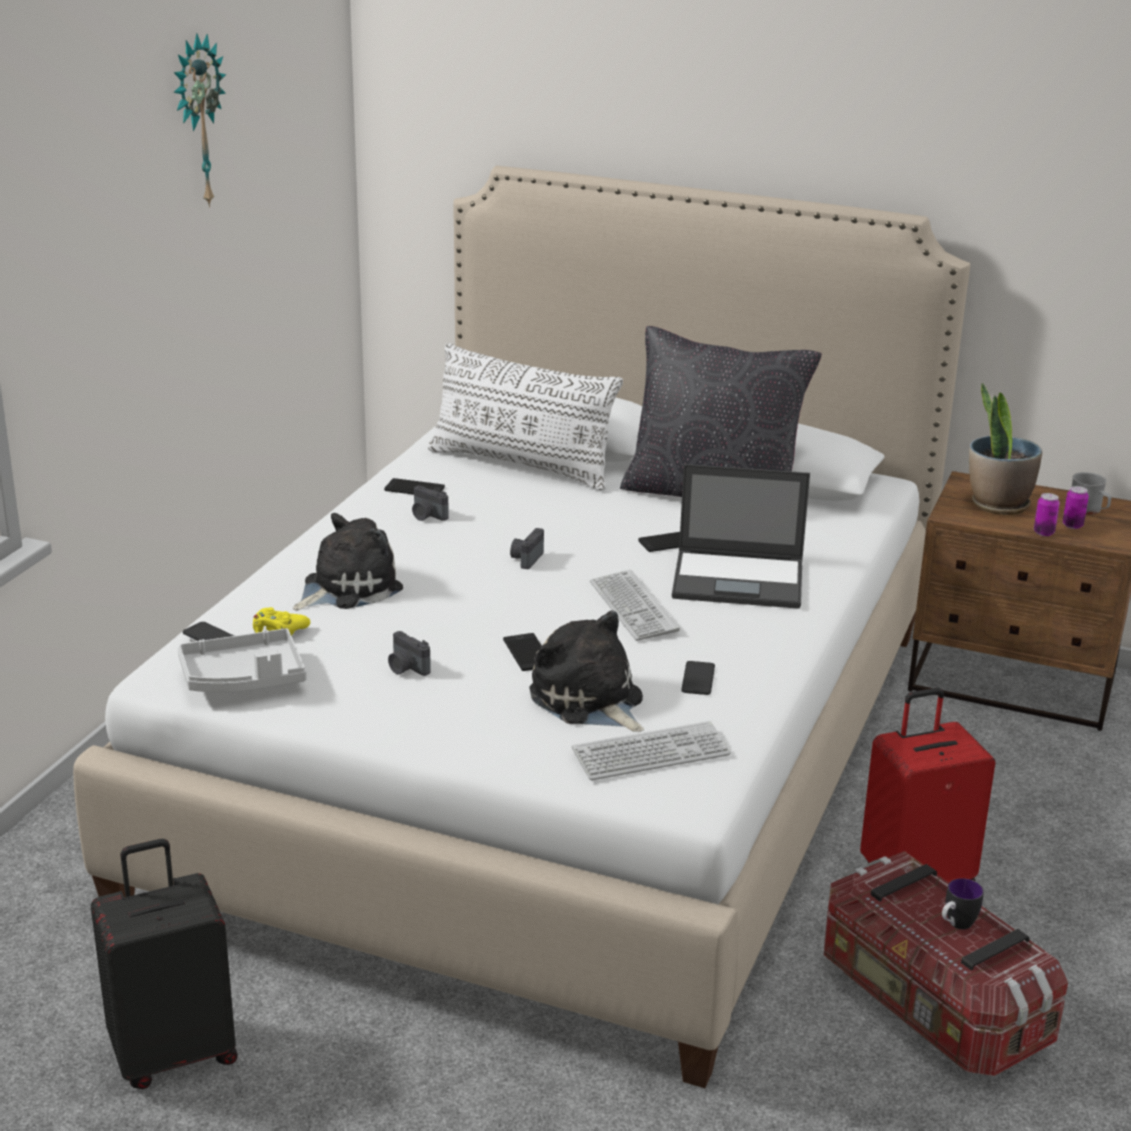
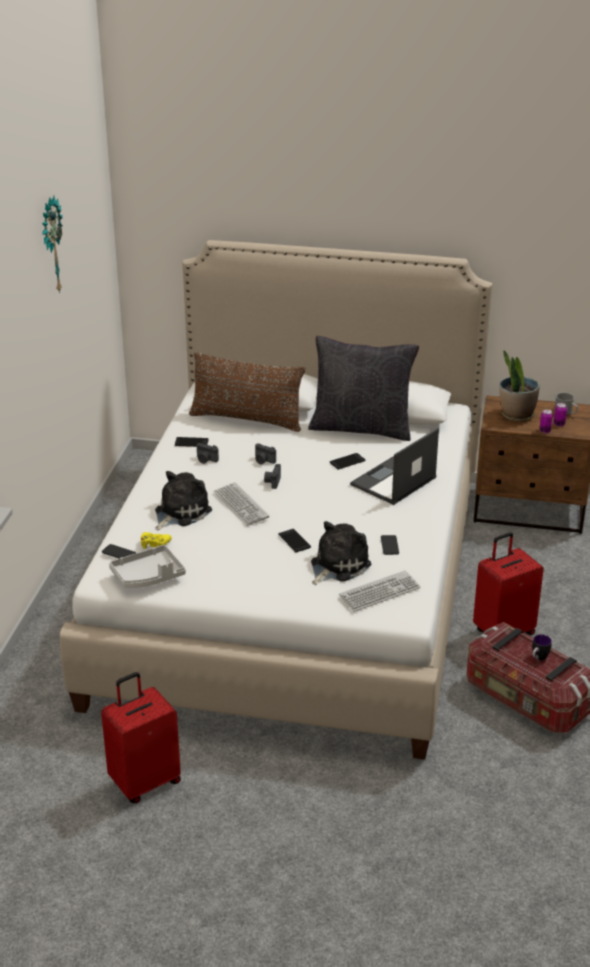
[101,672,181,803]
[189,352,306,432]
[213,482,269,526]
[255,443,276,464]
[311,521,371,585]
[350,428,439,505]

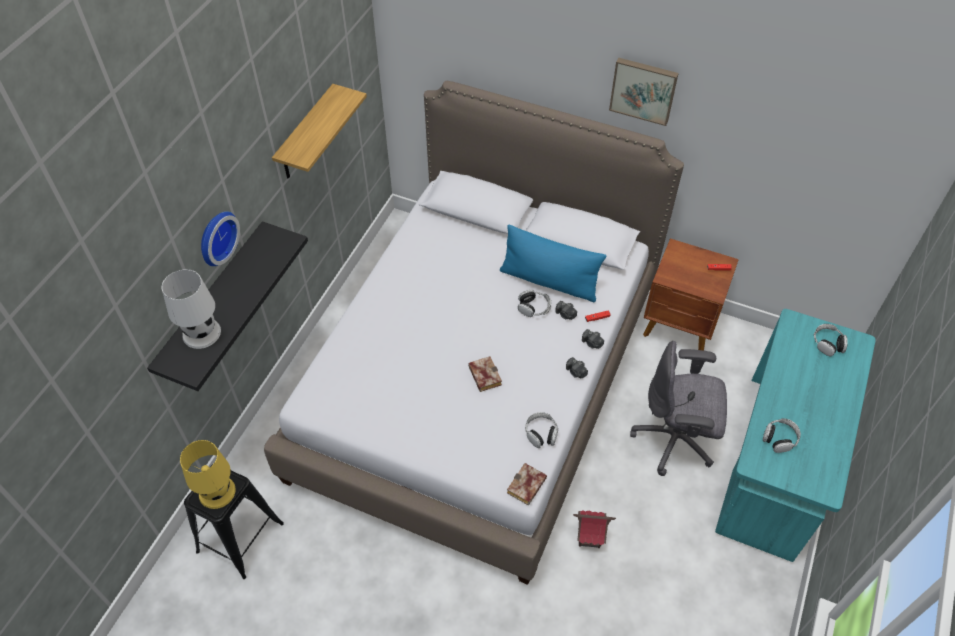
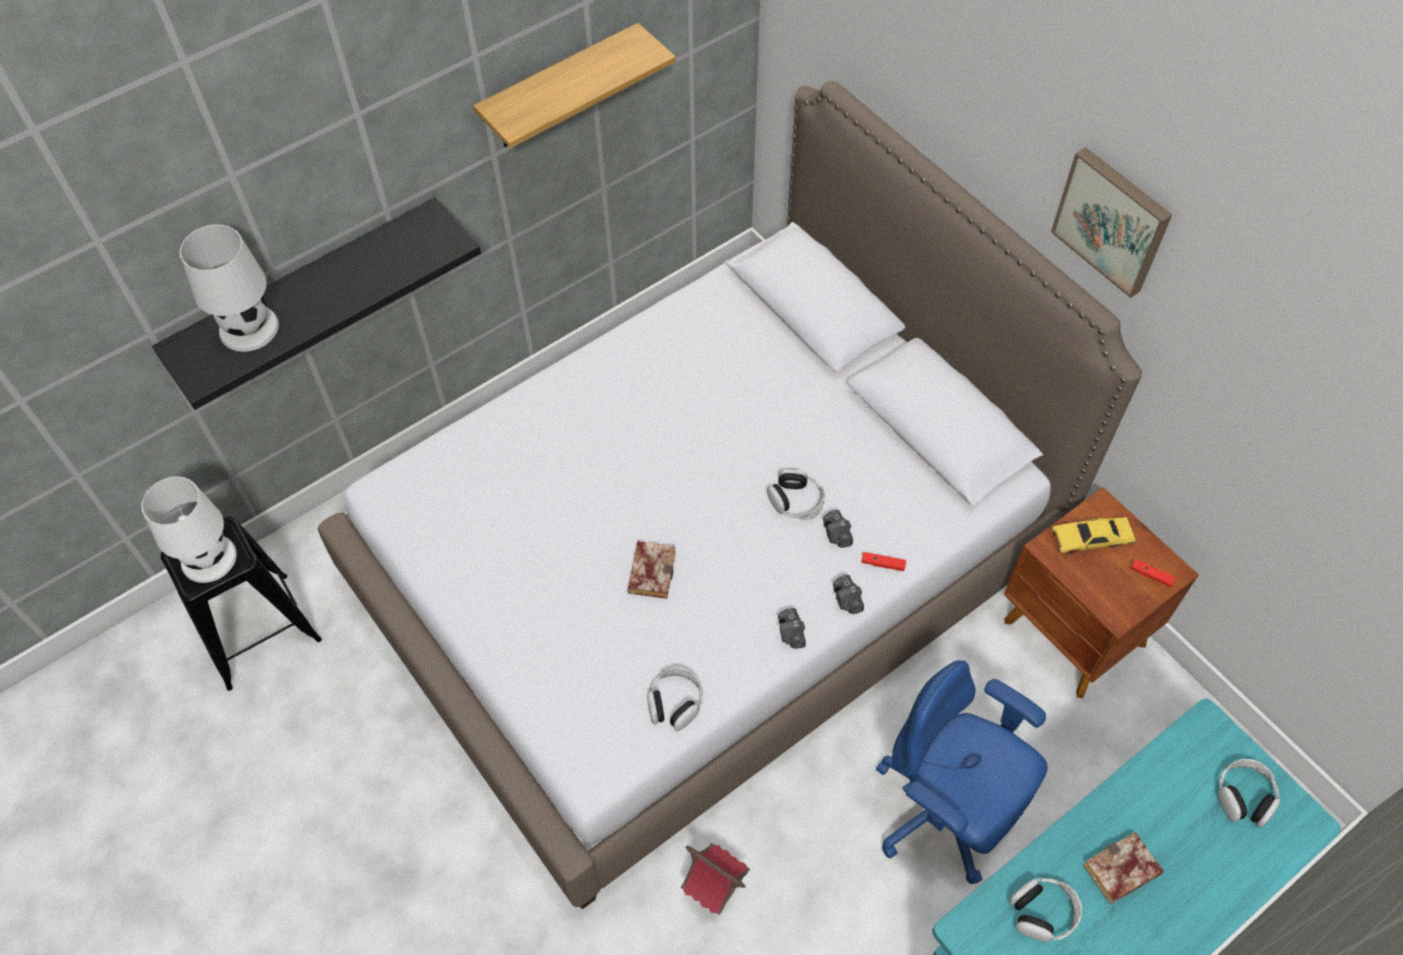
[141,477,237,583]
[876,660,1048,884]
[1052,517,1136,555]
[1083,832,1164,904]
[201,211,240,266] (first image)
[500,225,606,303] (first image)

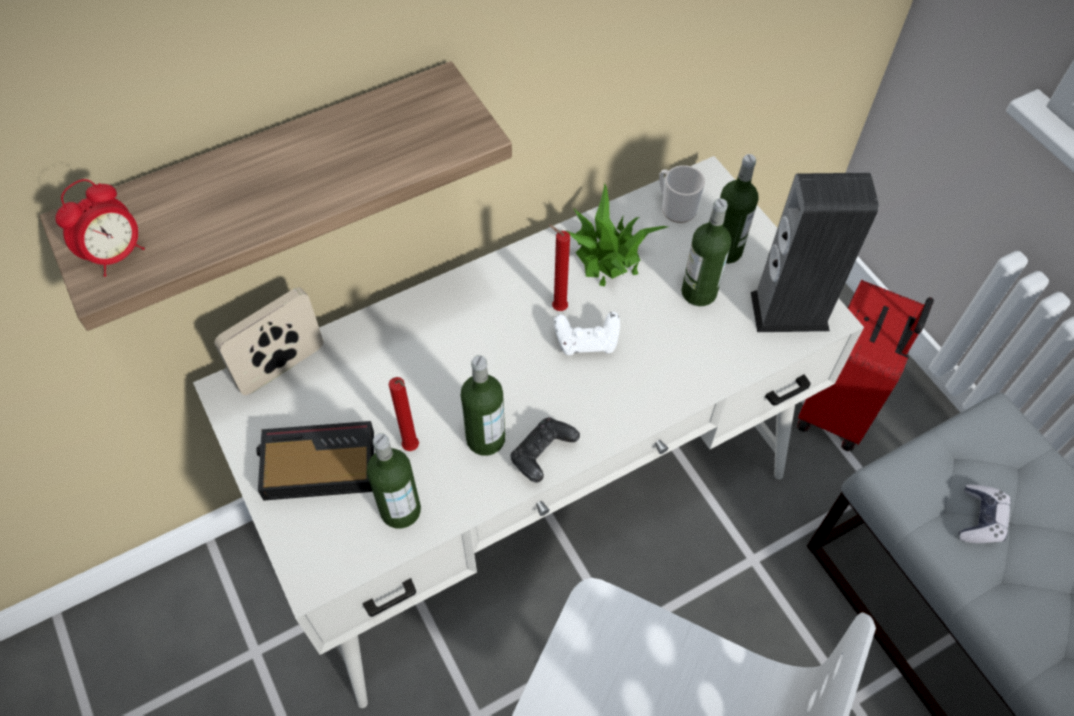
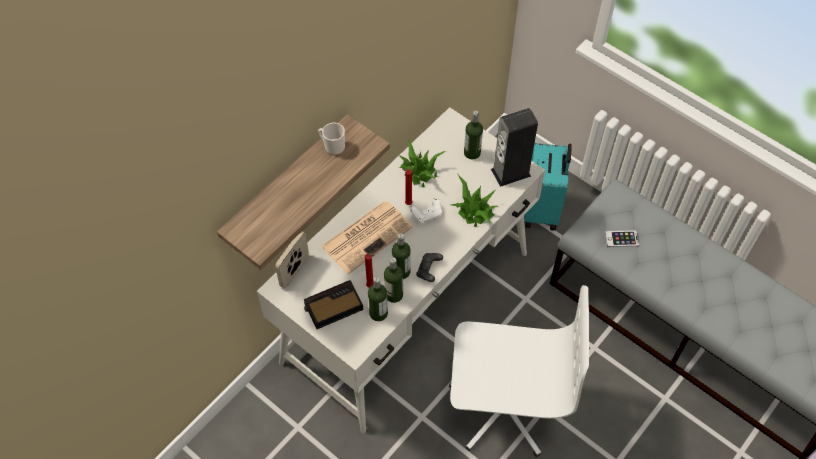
[318,122,345,155]
[321,201,413,274]
[384,257,403,303]
[451,173,498,227]
[524,143,572,231]
[605,230,639,247]
[55,179,145,277] (first image)

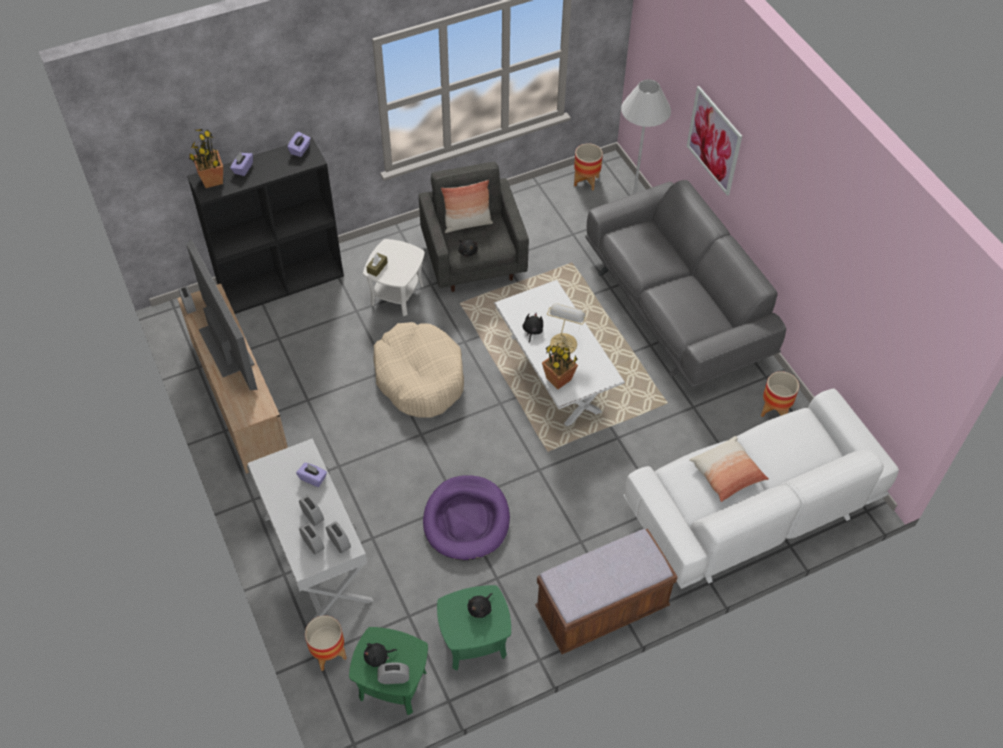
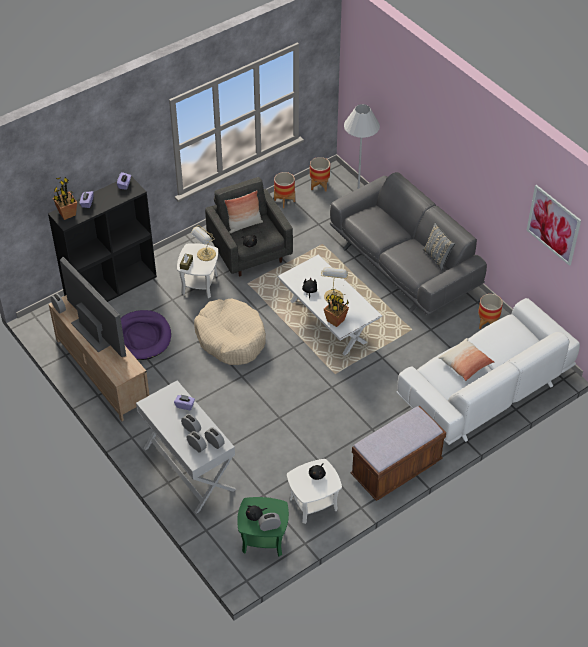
[121,310,171,360]
[191,225,216,261]
[274,172,295,208]
[287,459,342,524]
[423,223,455,271]
[527,185,581,266]

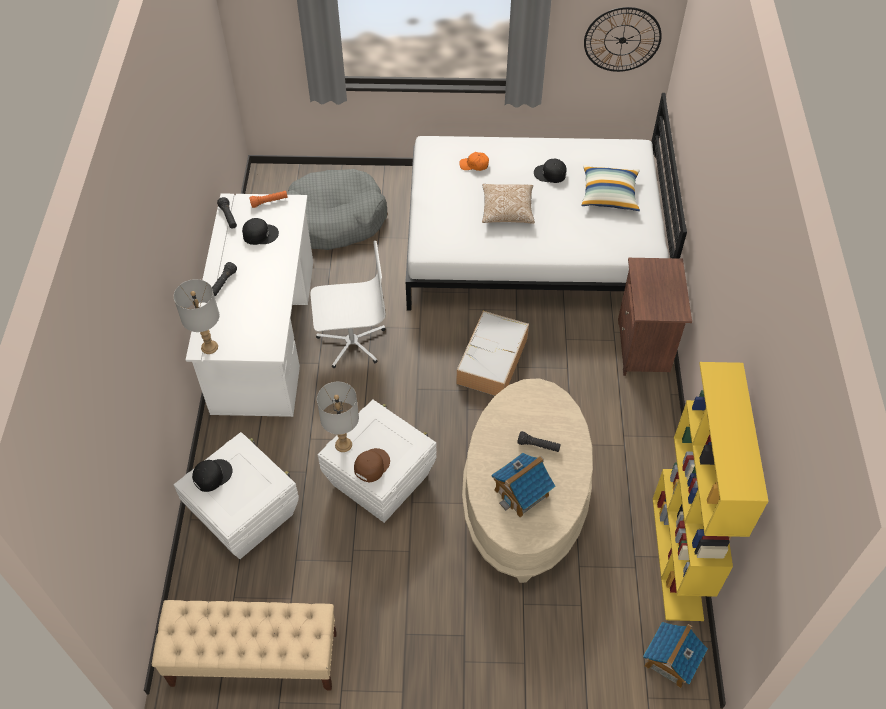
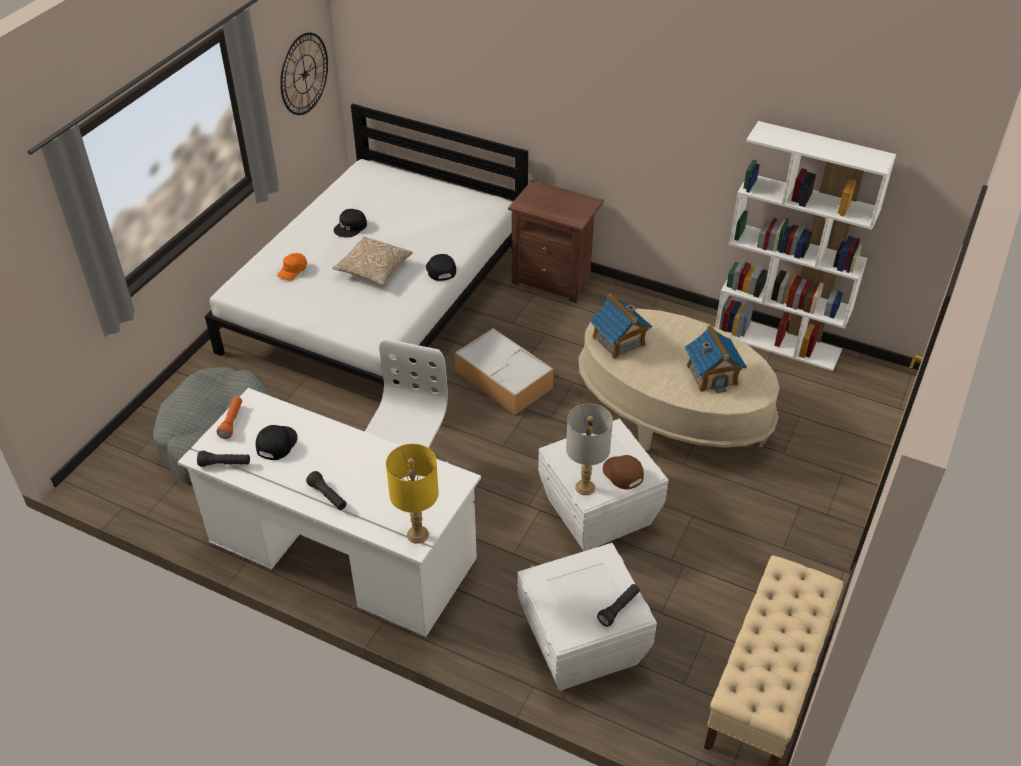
[386,444,439,544]
[426,254,456,281]
[589,294,652,359]
[597,584,640,627]
[715,121,896,371]
[581,165,640,211] (first image)

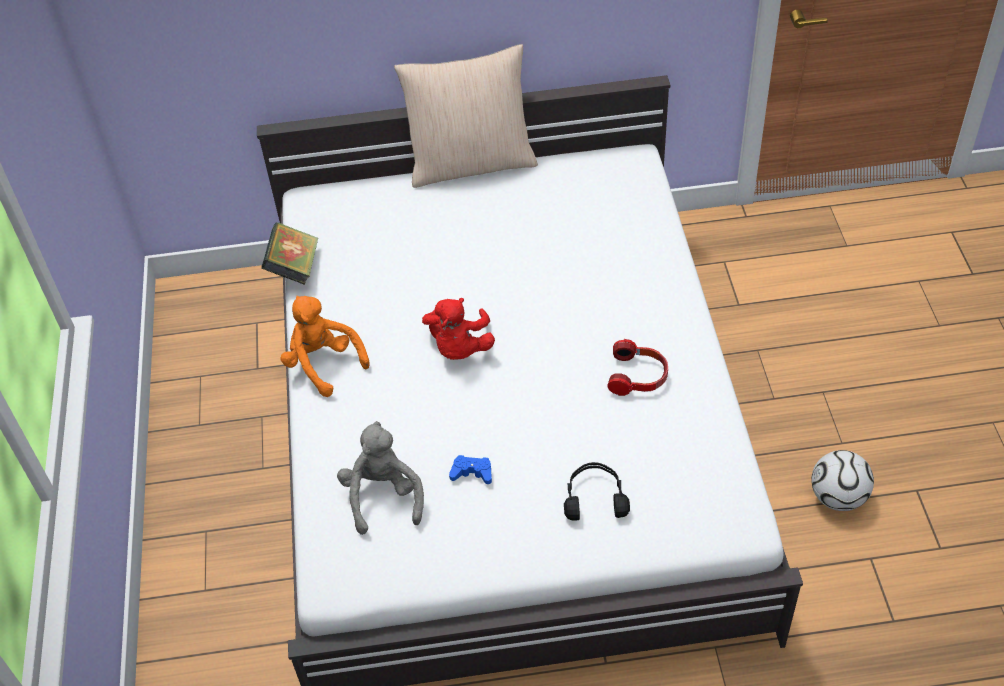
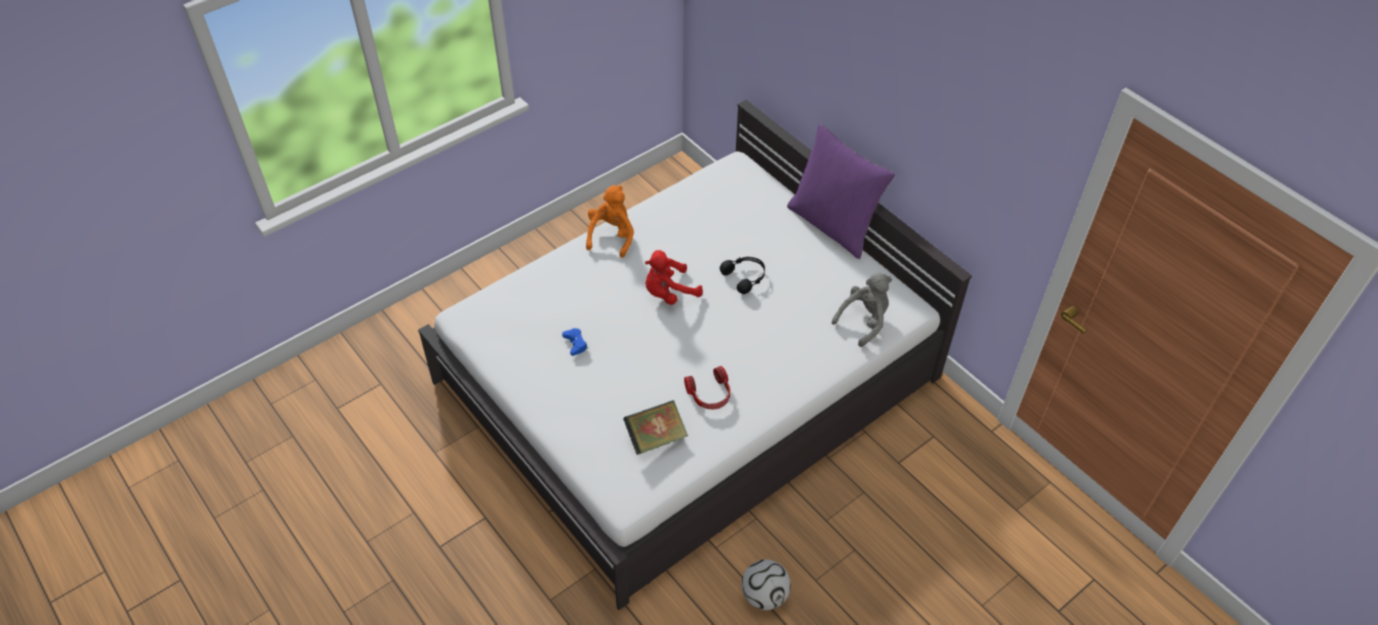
[623,400,688,455]
[720,257,765,294]
[787,124,895,259]
[832,273,892,347]

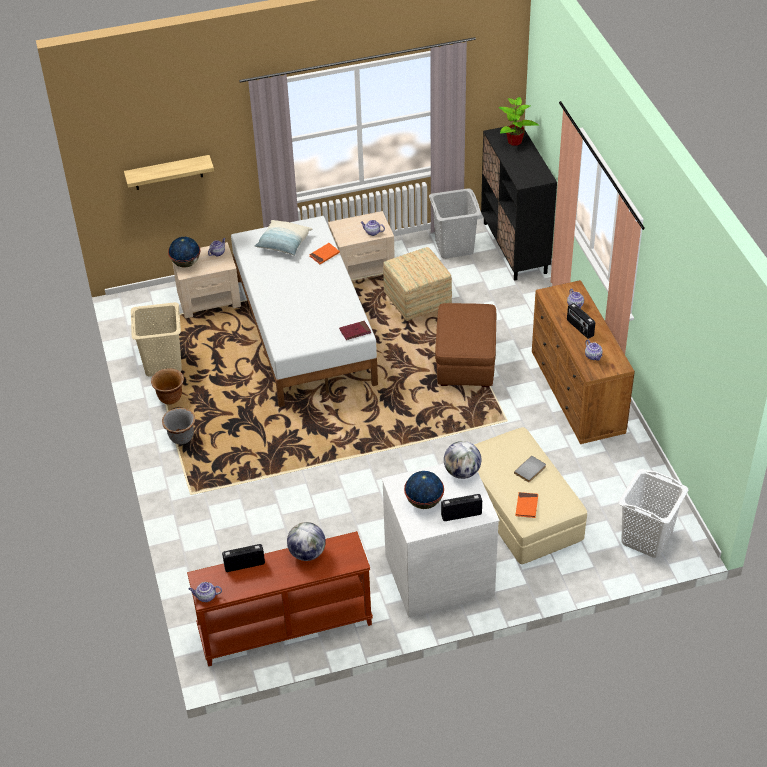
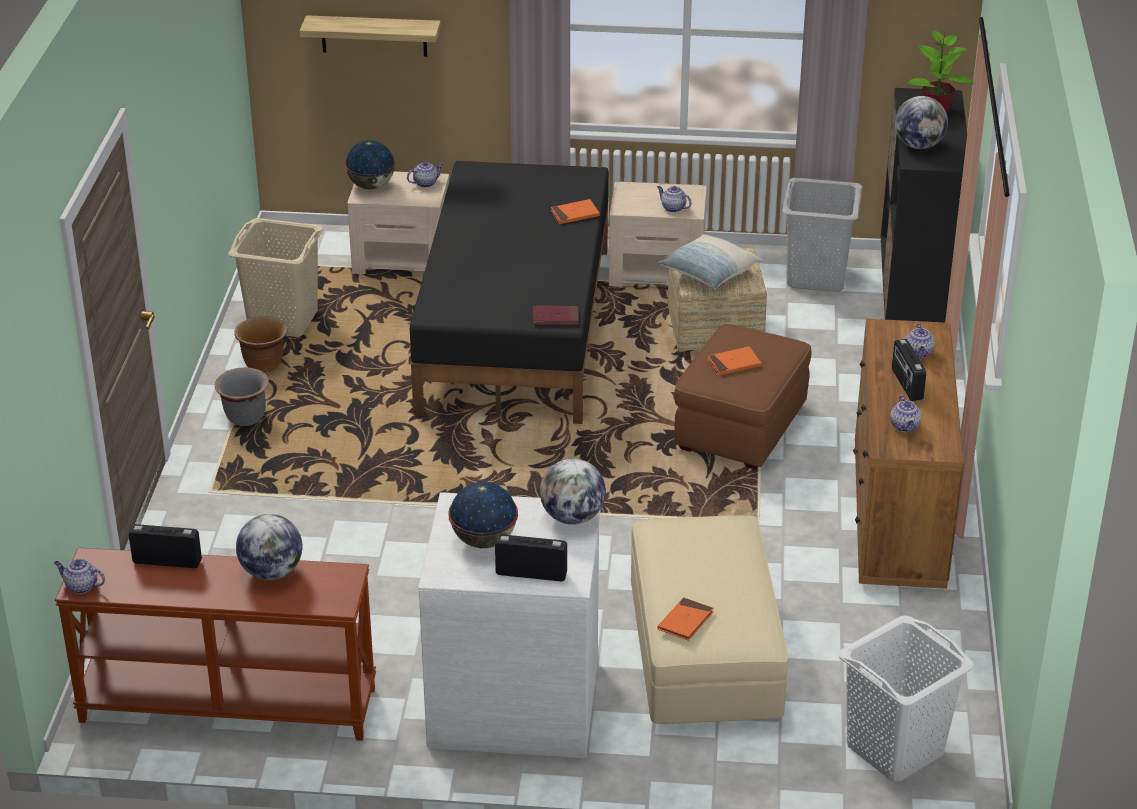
[410,161,609,424]
[658,234,762,289]
[707,346,761,376]
[895,96,948,149]
[514,456,546,483] (first image)

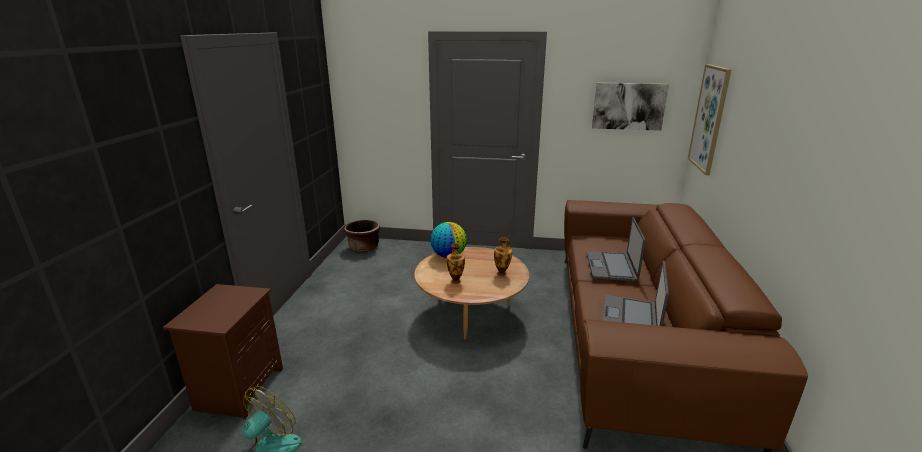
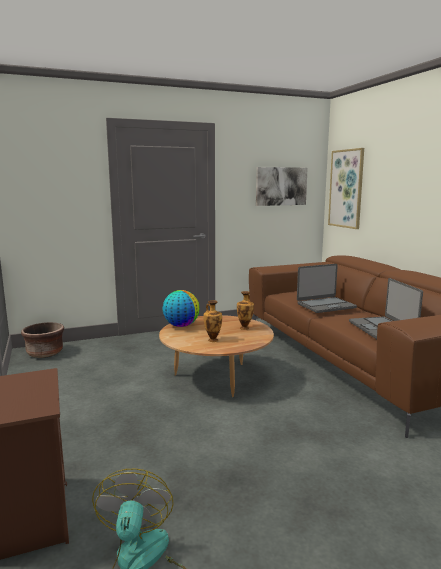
[297,264,357,313]

